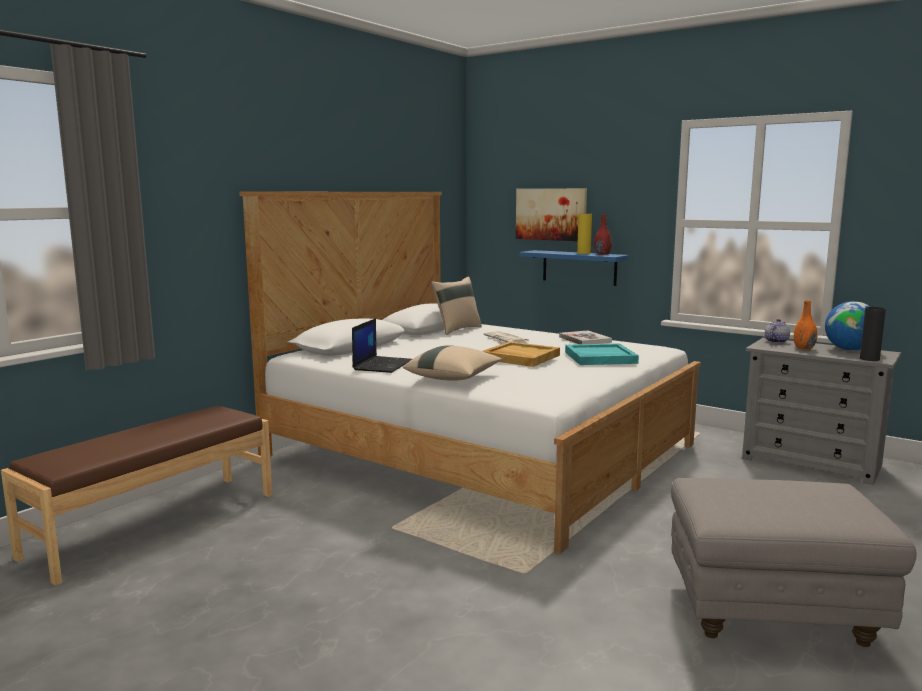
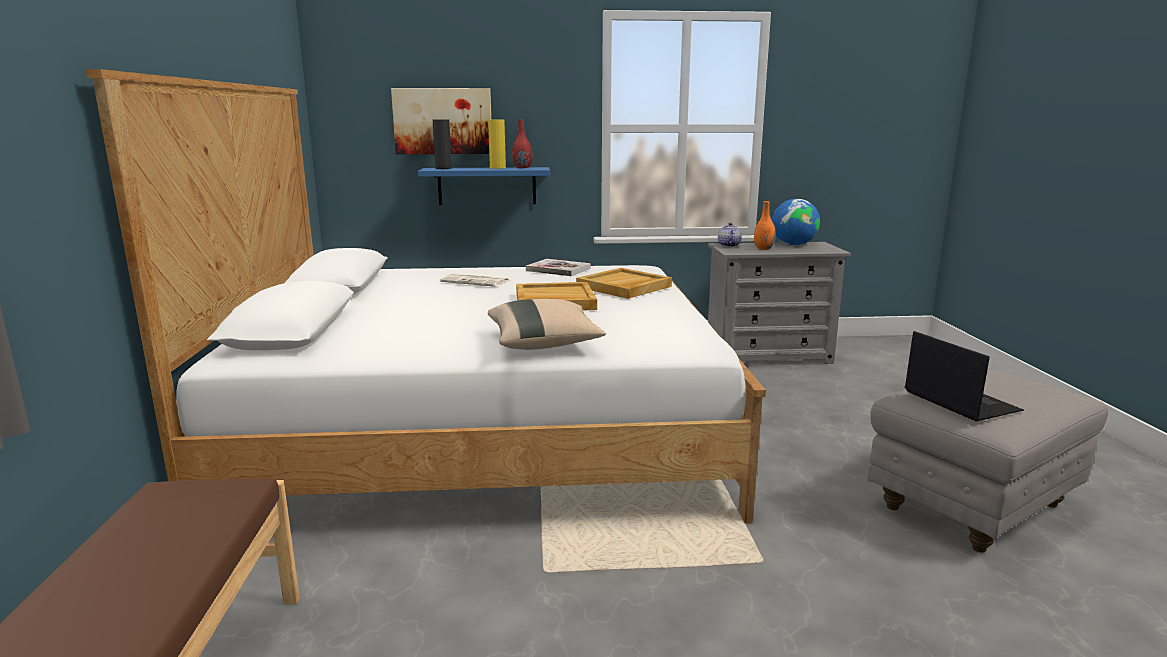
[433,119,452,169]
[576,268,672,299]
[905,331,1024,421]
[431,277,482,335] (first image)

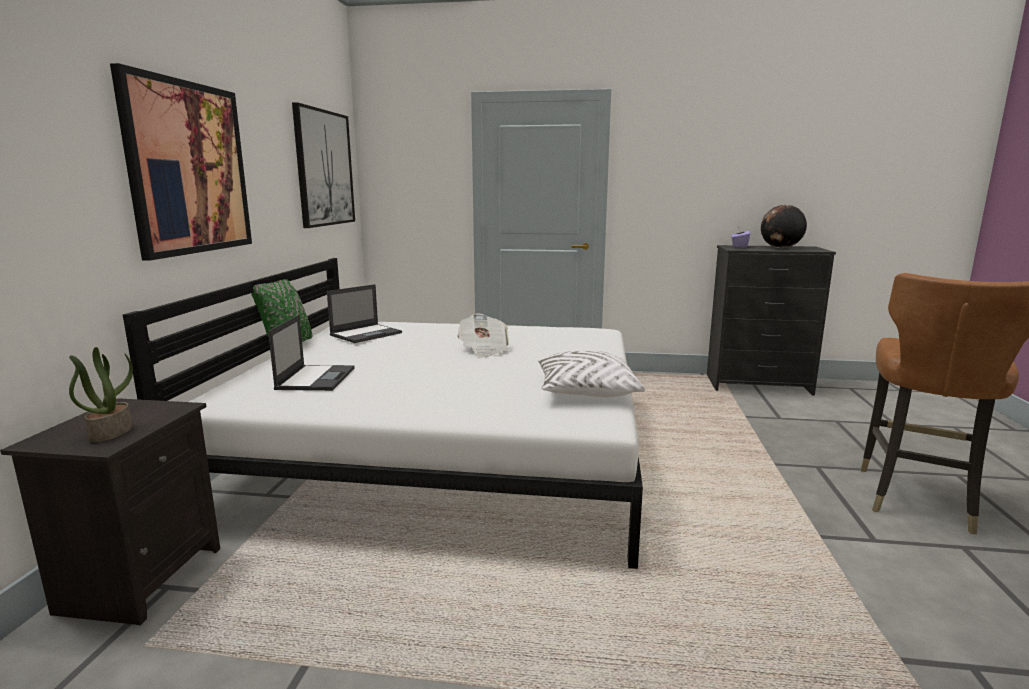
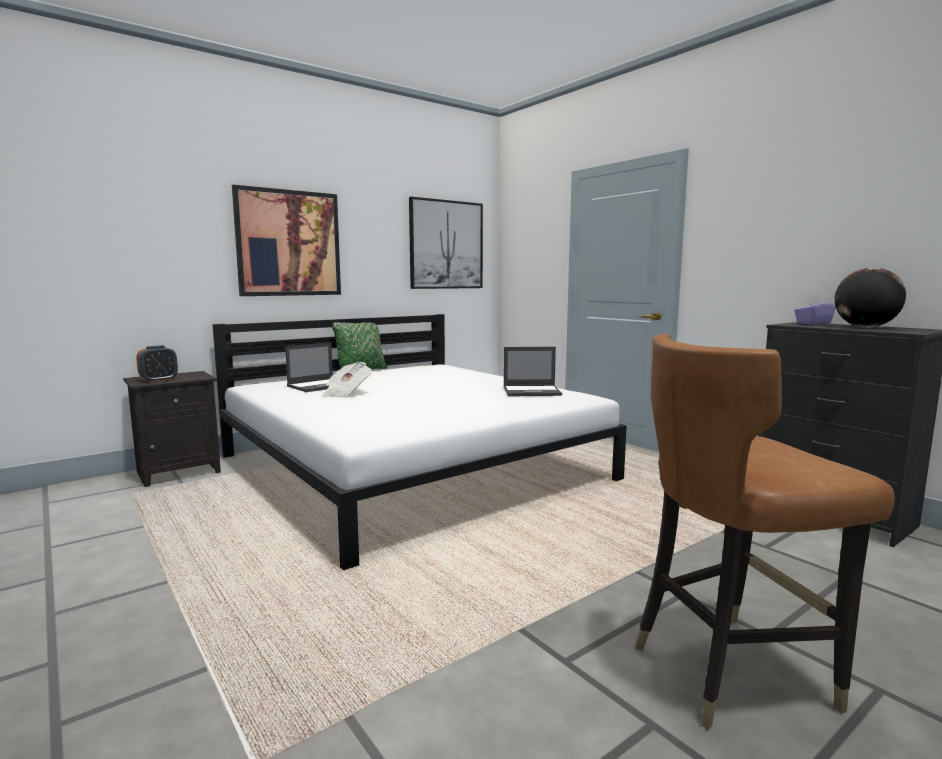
[136,345,178,382]
[323,362,372,397]
[504,347,562,396]
[537,351,645,397] (first image)

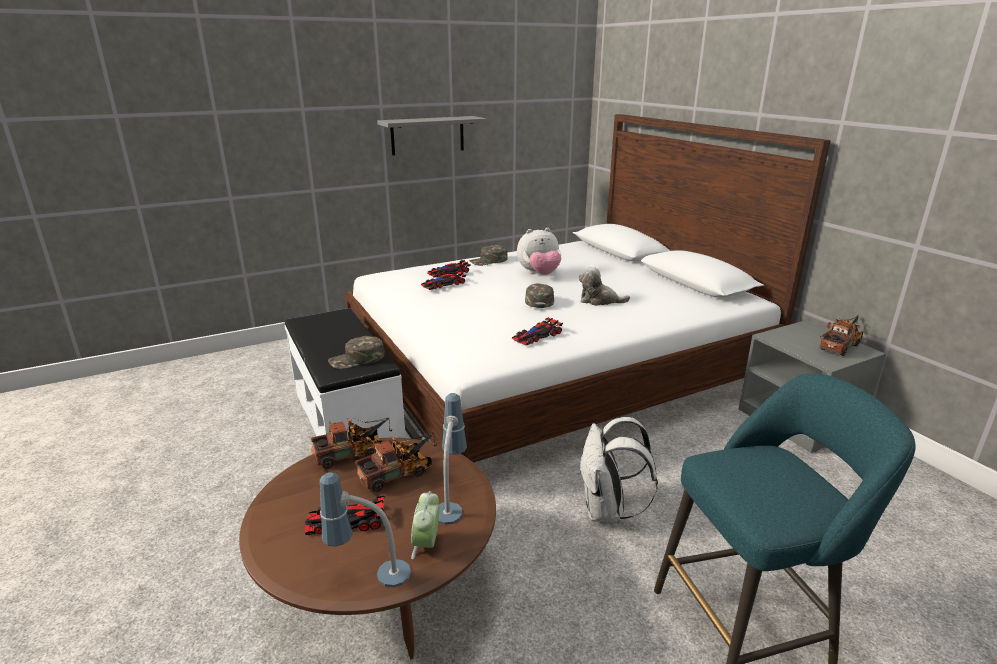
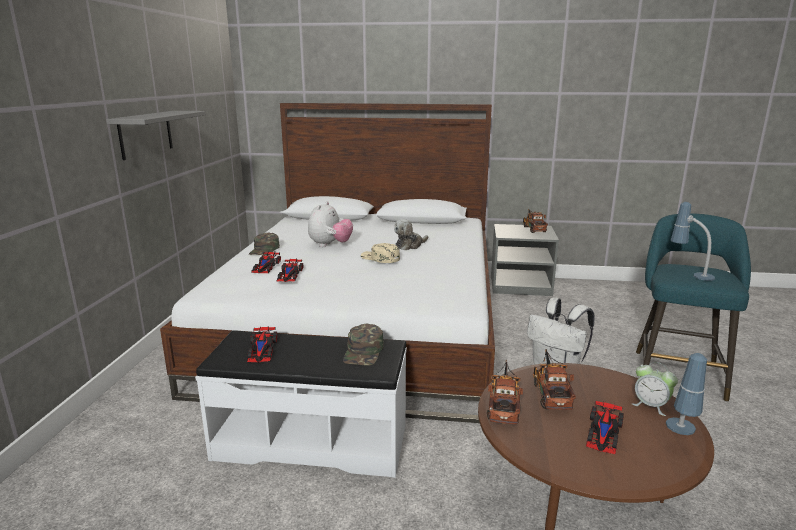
[247,327,278,363]
[361,243,400,263]
[671,202,715,281]

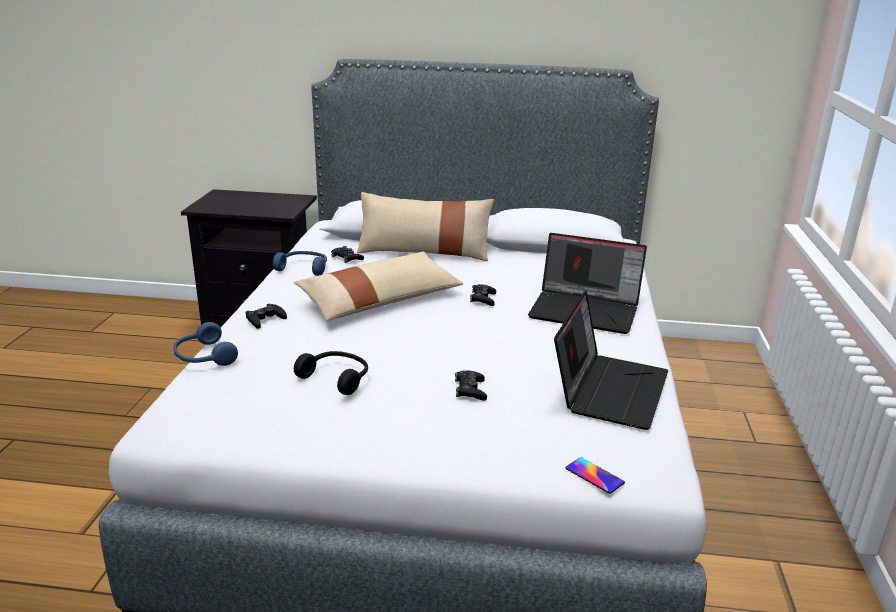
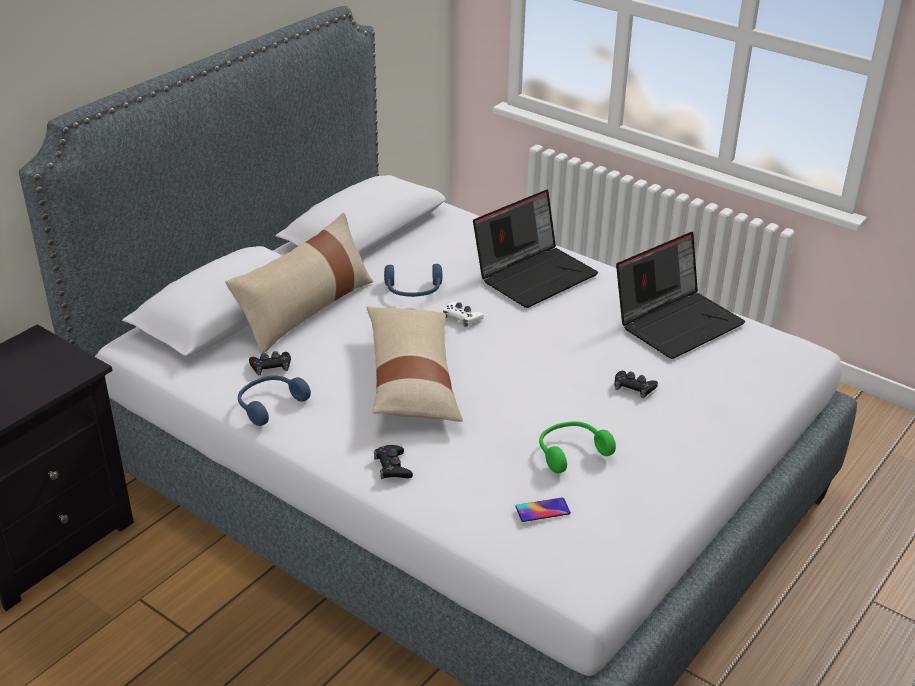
[384,264,443,297]
[443,302,484,327]
[515,497,571,522]
[539,421,616,473]
[616,232,745,359]

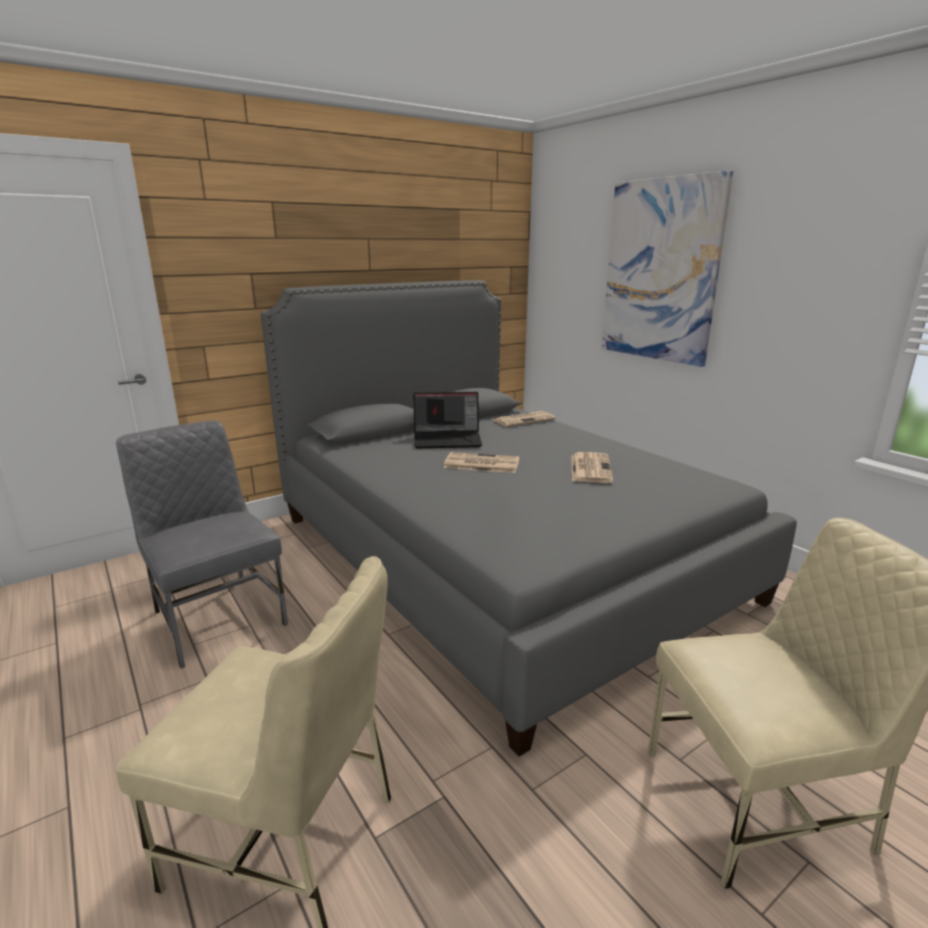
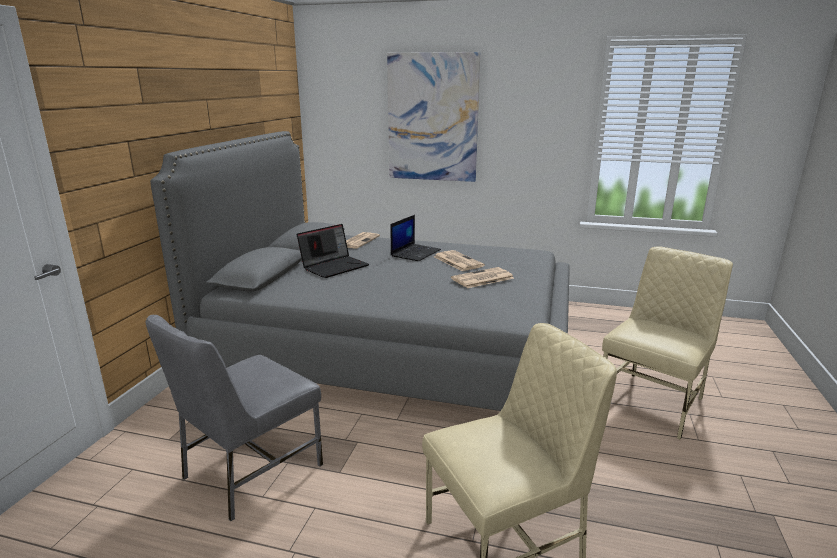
[146,315,323,521]
[391,215,441,261]
[451,267,514,288]

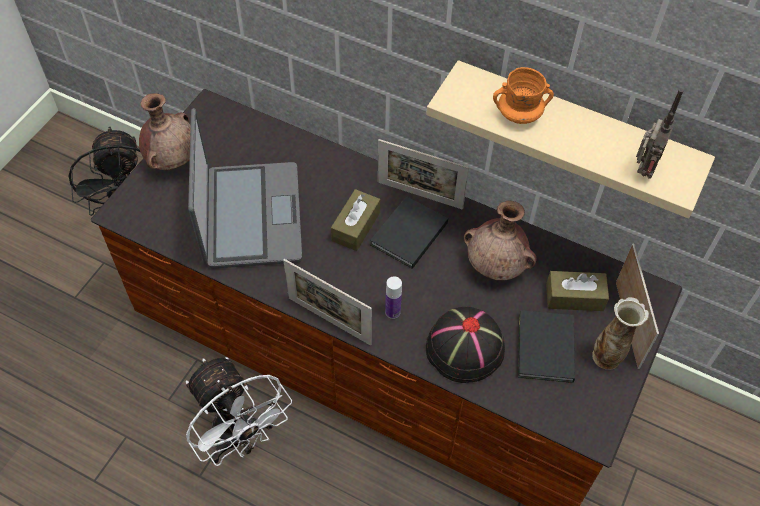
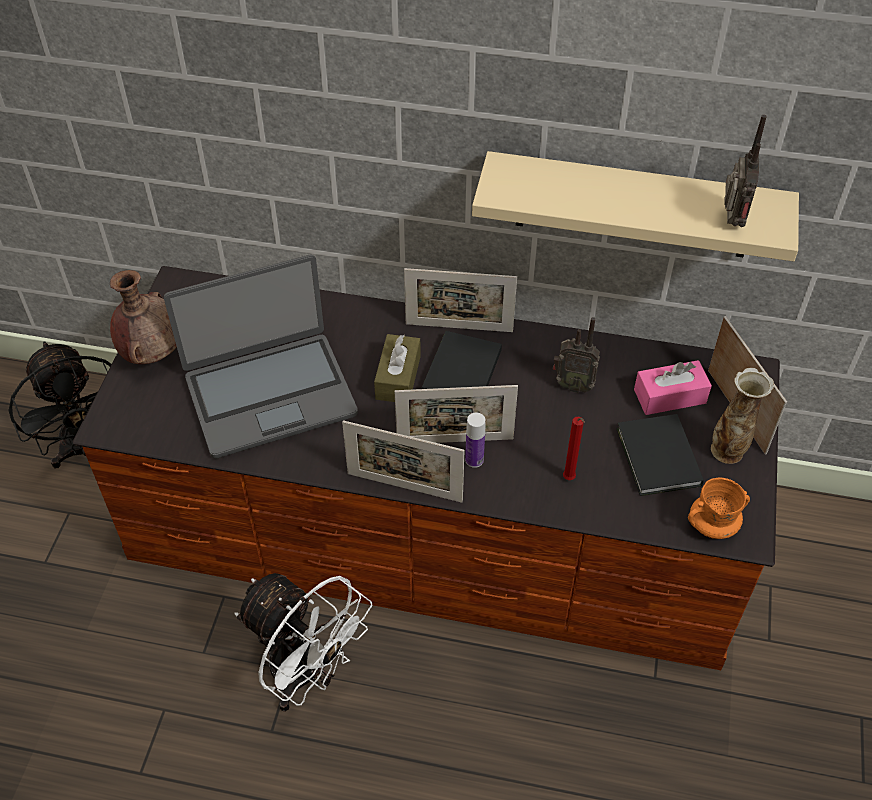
[164,254,358,459]
[395,385,518,443]
[553,317,600,393]
[563,417,585,480]
[634,360,712,415]
[688,478,750,539]

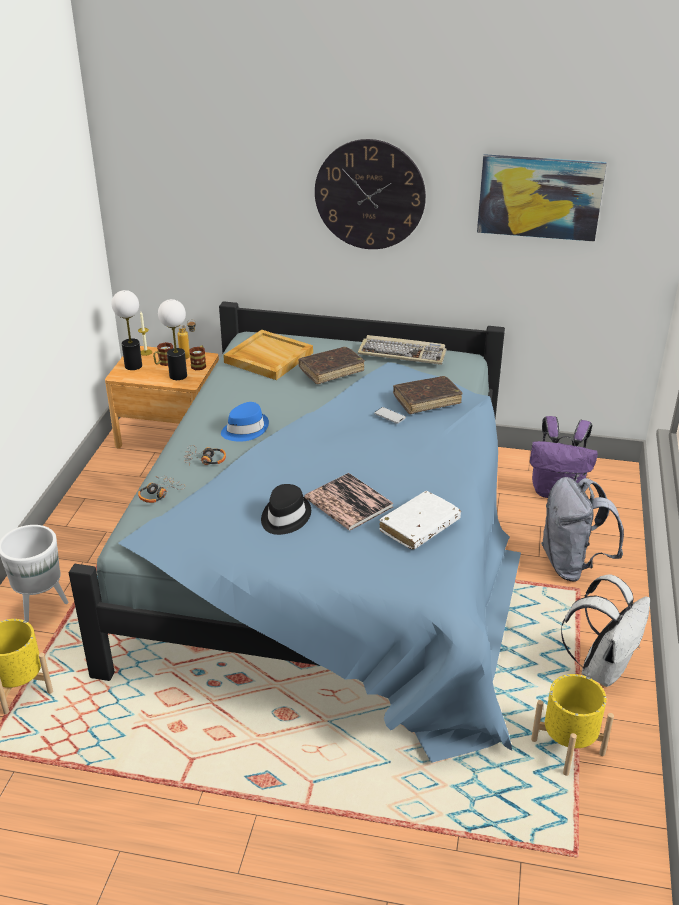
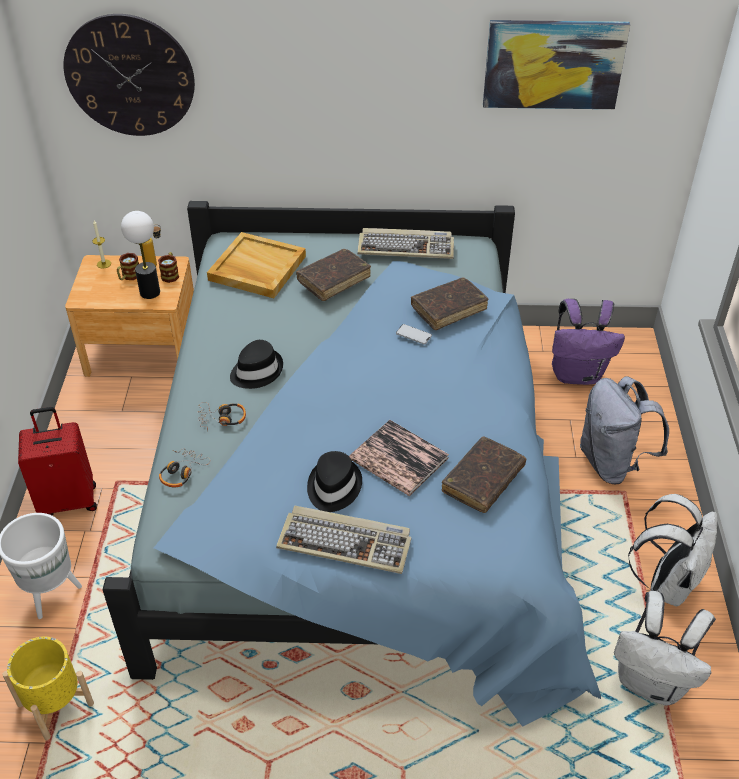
[18,407,97,516]
[64,14,195,136]
[230,340,283,389]
[276,506,412,574]
[442,436,526,513]
[614,591,716,706]
[112,290,142,370] (first image)

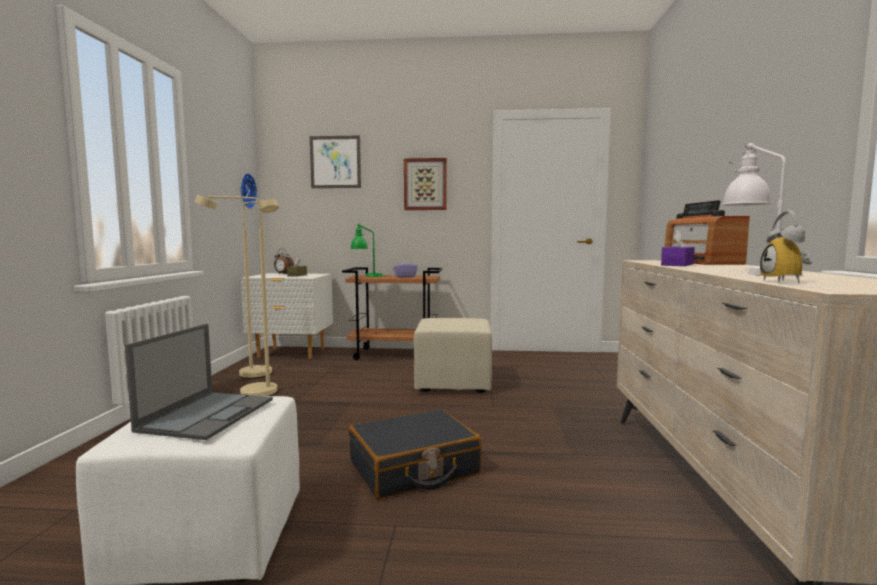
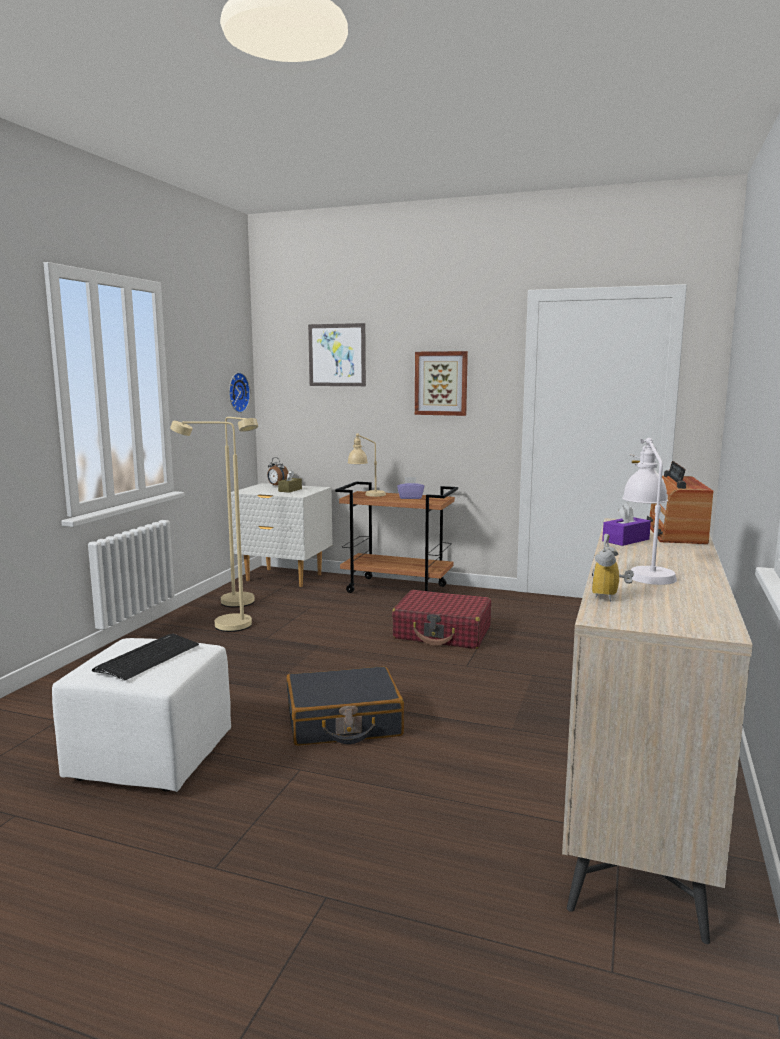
[92,633,199,680]
[347,433,386,497]
[392,590,491,649]

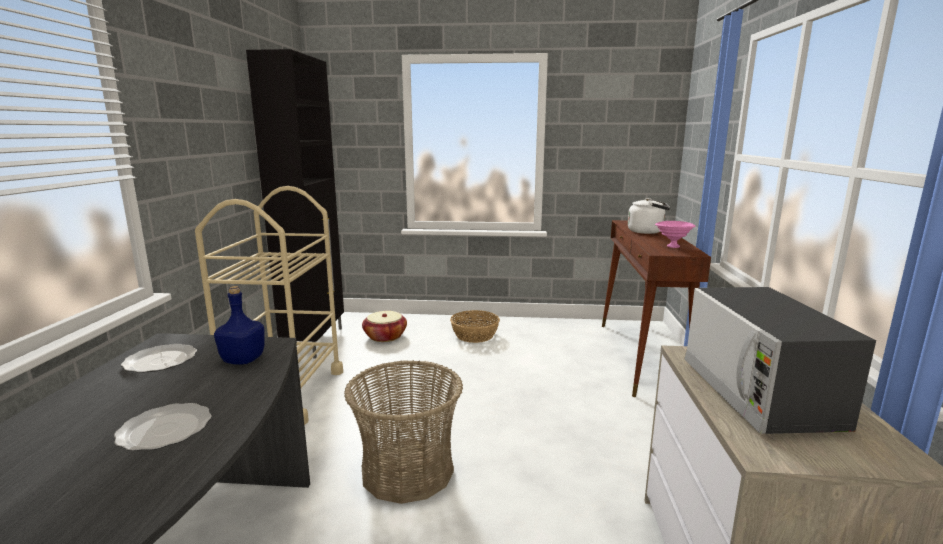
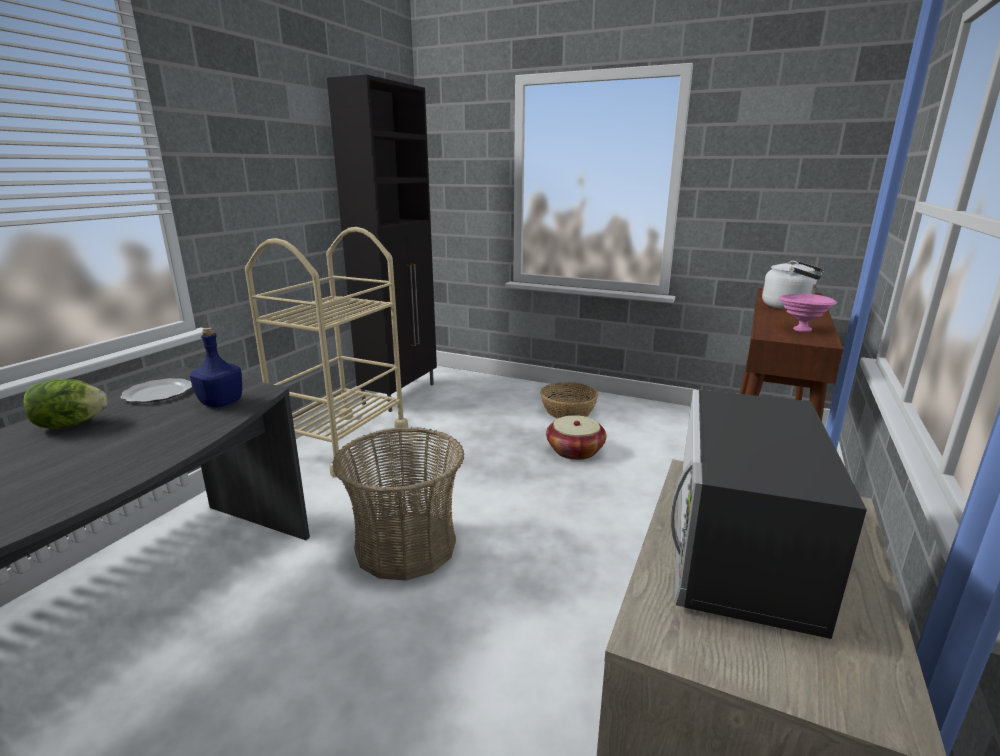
[24,379,108,429]
[546,415,606,460]
[114,403,212,451] (first image)

